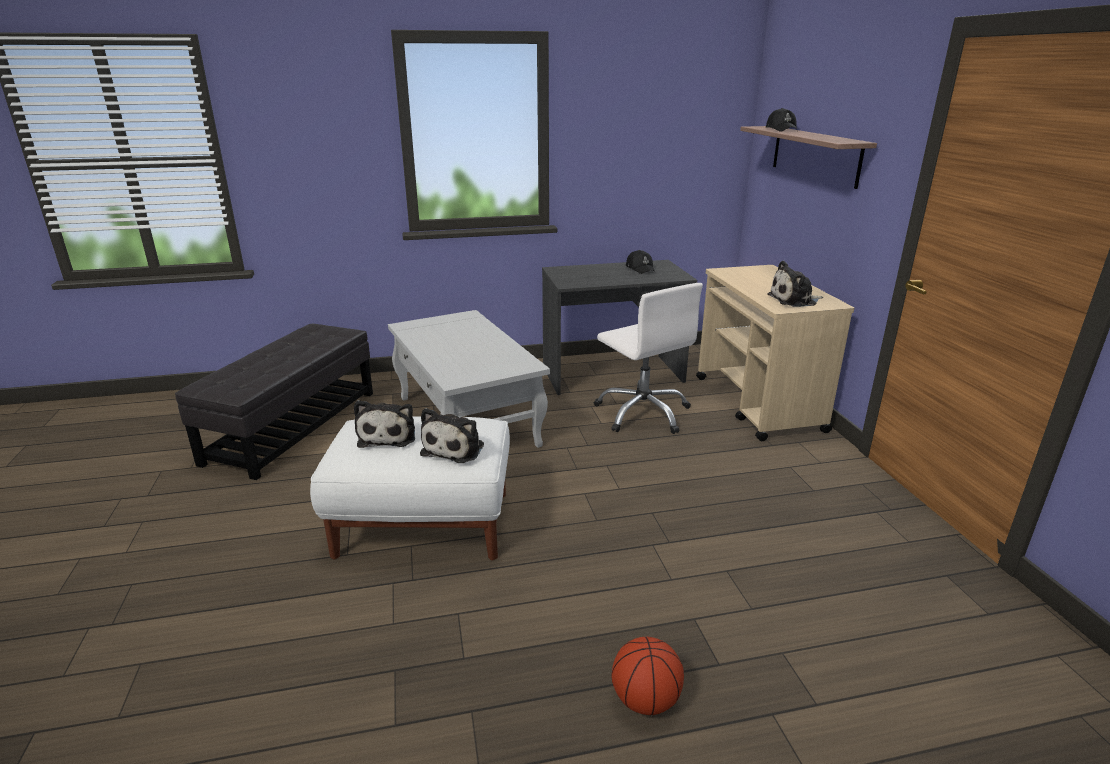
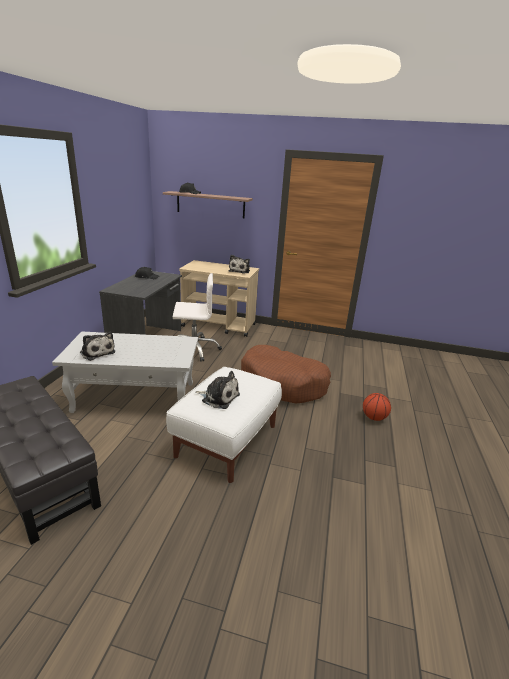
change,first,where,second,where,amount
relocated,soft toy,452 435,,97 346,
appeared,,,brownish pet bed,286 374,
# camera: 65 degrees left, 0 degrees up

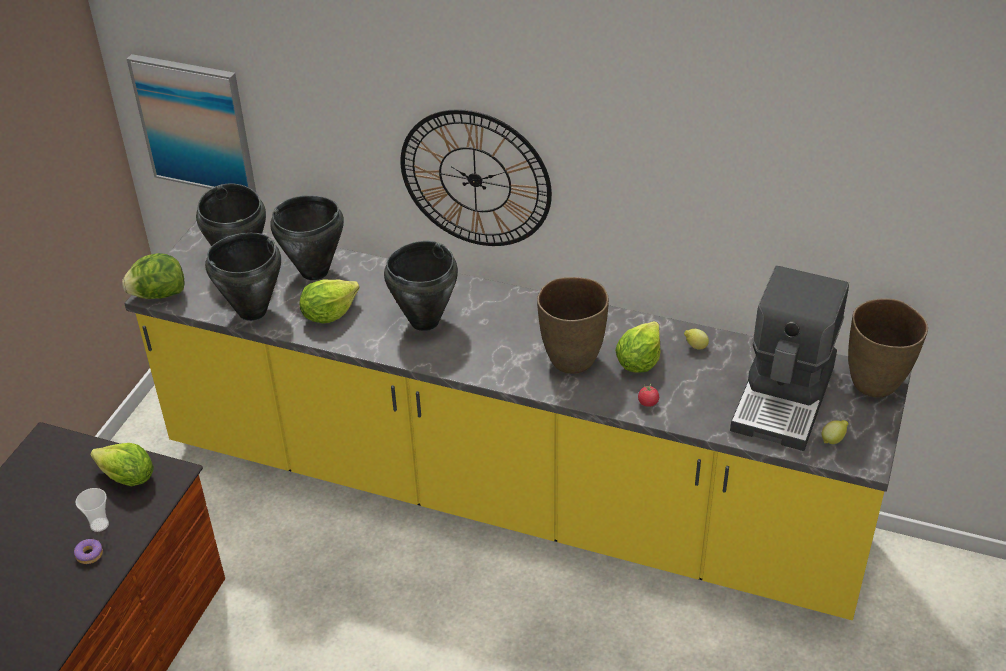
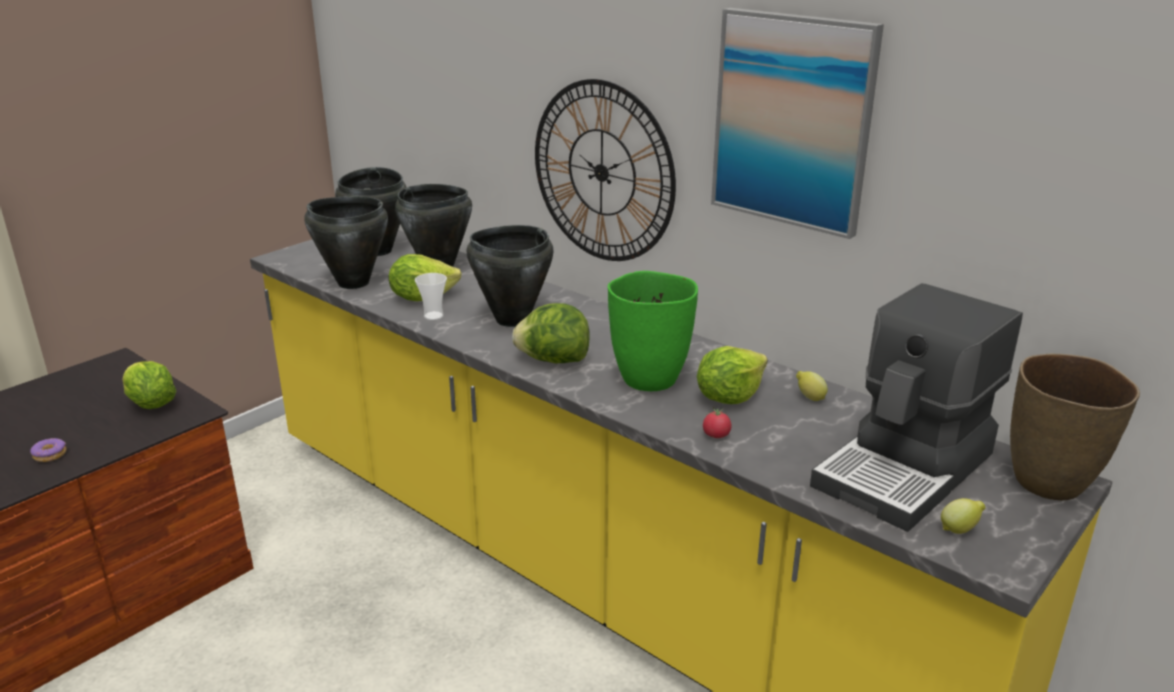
change,first,where,second,where,amount
relocated,cup,92 510,,431 296,
relocated,head of lettuce,153 276,,551 333,
colour,brownish decorative vase,573 325,green decorative vase,653 331,
relocated,picture,191 123,,797 123,
# camera: 20 degrees right, 15 degrees down

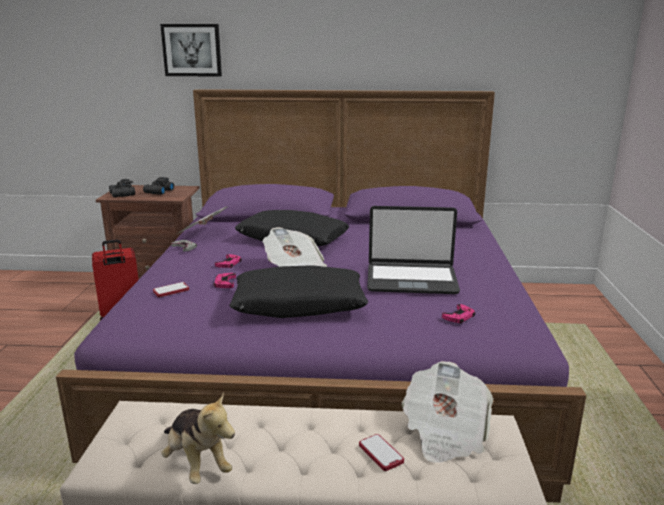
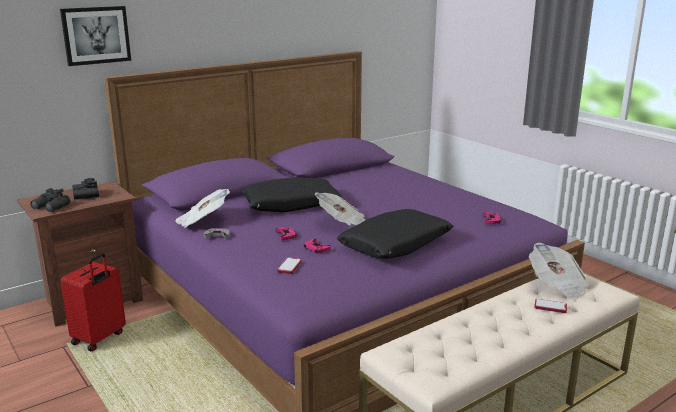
change,first,where,second,where,amount
missing,soft toy,198 438,,,
missing,laptop,413 250,,,
# camera: 40 degrees left, 0 degrees up

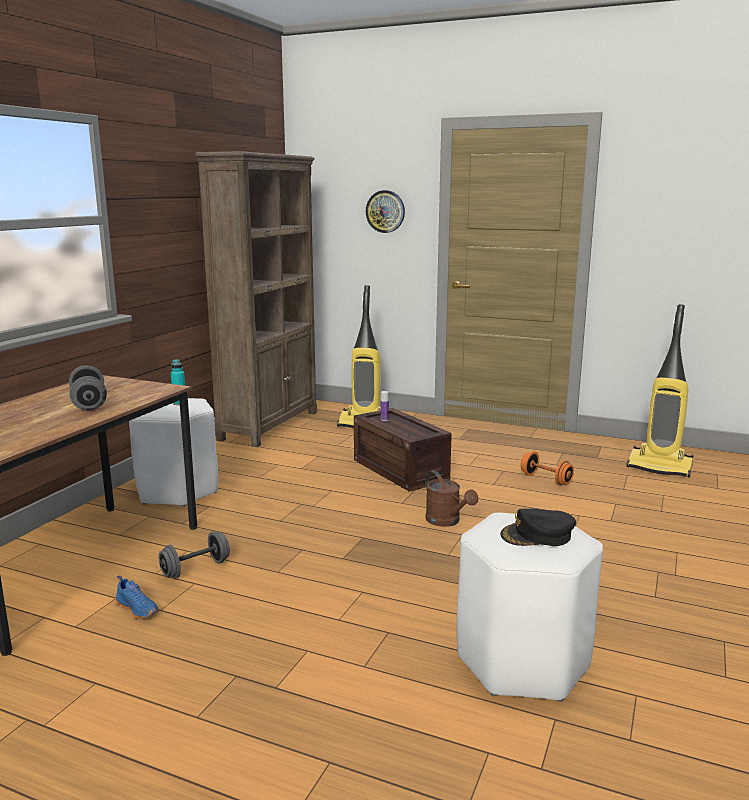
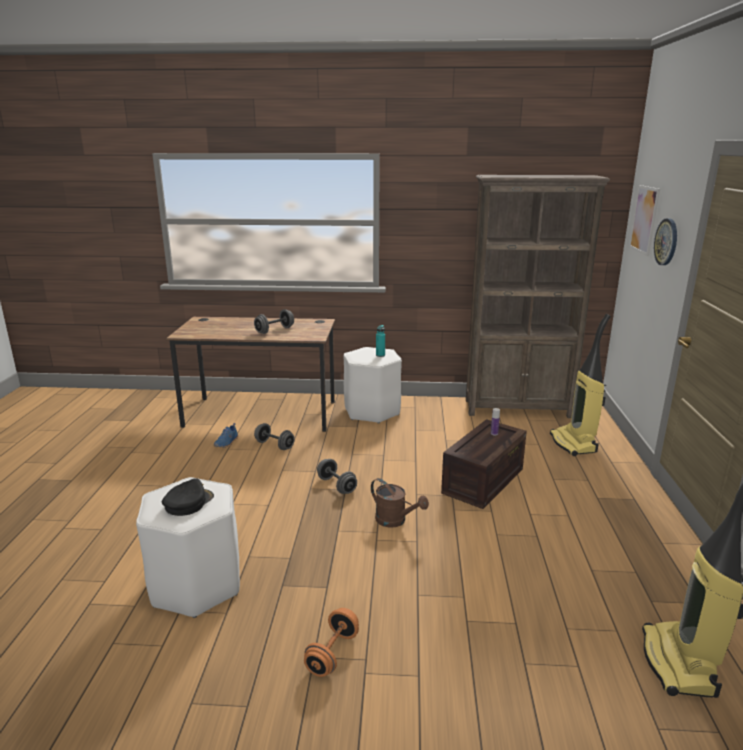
change,first,where,second,where,amount
spun,black peaked cap,538 527,,188 497,60 degrees clockwise
relocated,orange hand weight,547 468,,331 642,
appeared,,,gray hand weight,337 476,
spun,brownish sprinkling can,451 498,,400 503,90 degrees counterclockwise
appeared,,,picture,644 220,
# camera: 70 degrees right, 5 degrees up

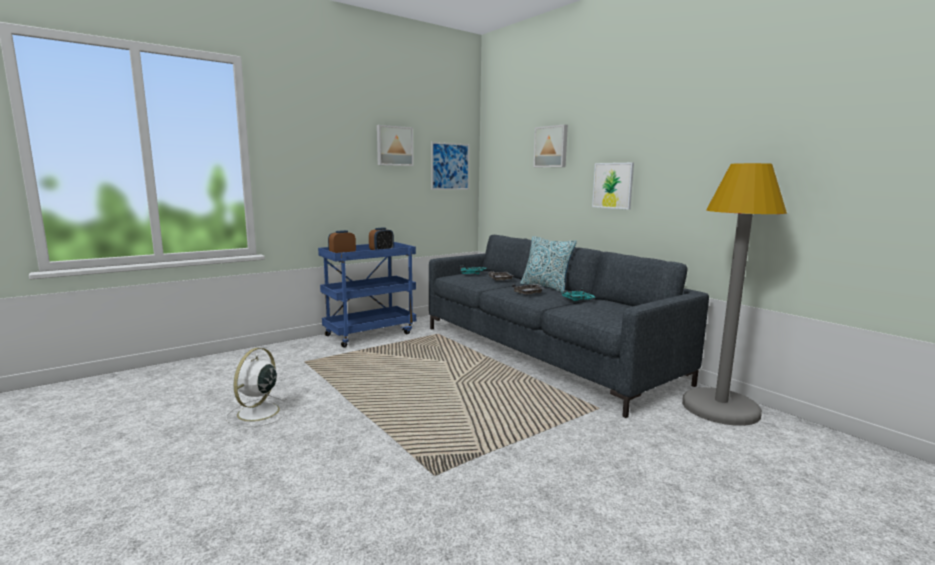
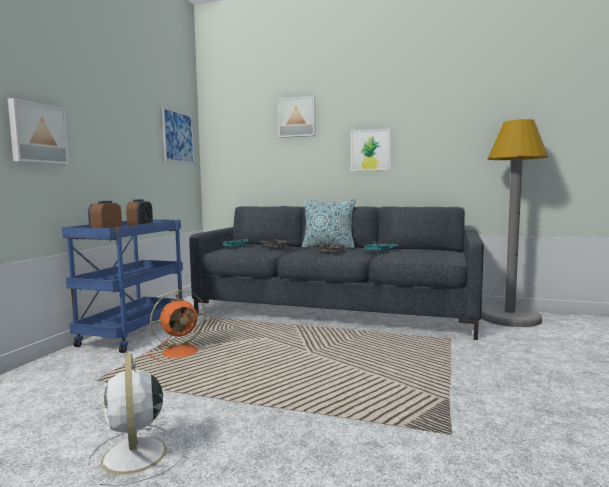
change,first,where,second,where,amount
relocated,picture,395 145,,38 131,
appeared,,,orange electric fan,177 326,
# camera: 35 degrees left, 5 degrees down

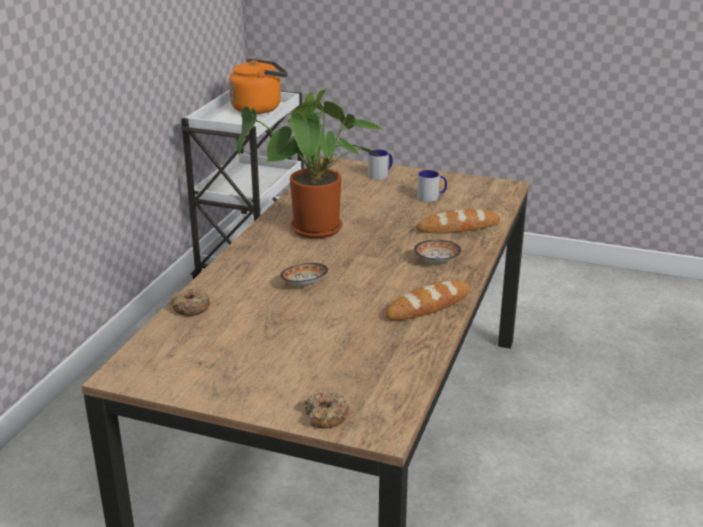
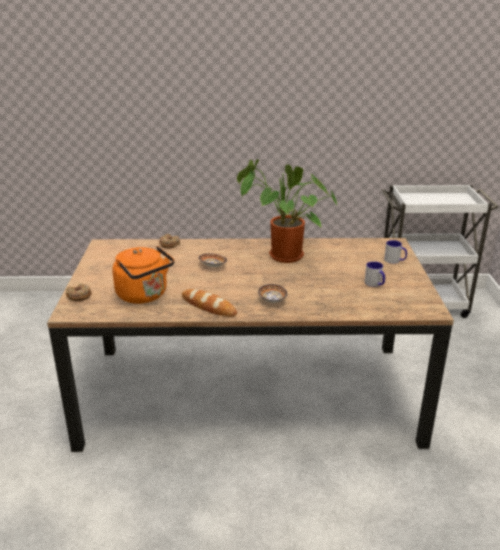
change,first,where,second,where,amount
relocated,orange tea kettle,258 86,,143 275,
missing,bakery bread,458 221,,,
# camera: 70 degrees right, 0 degrees up

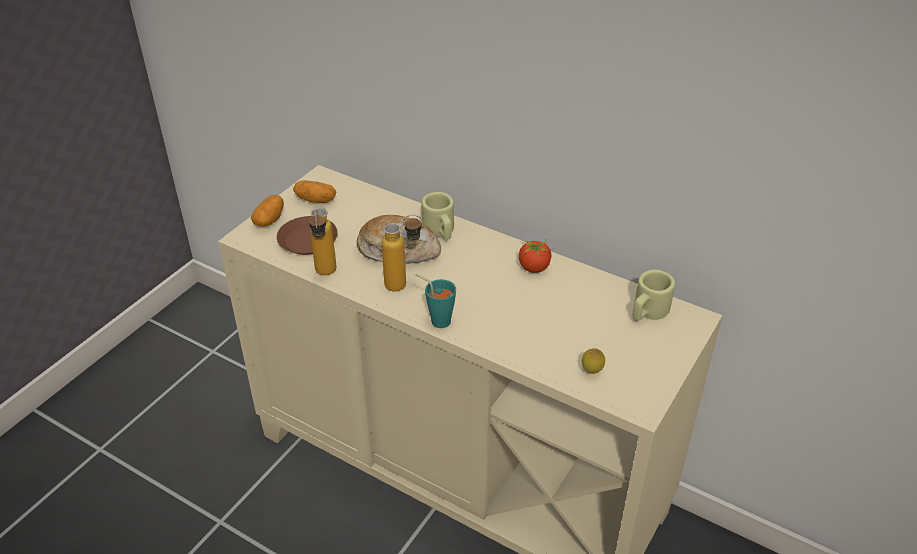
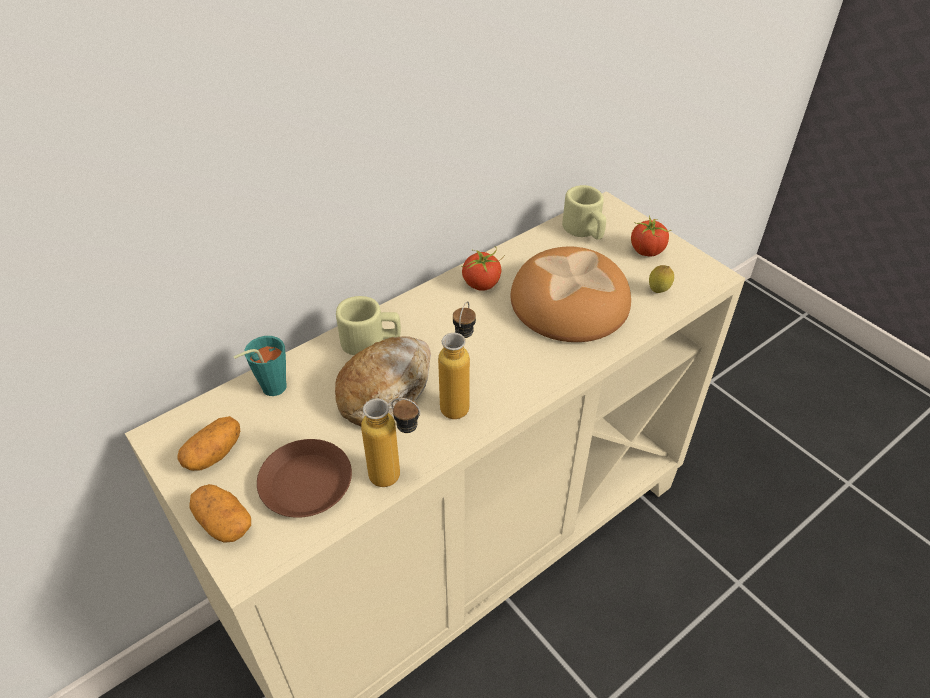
change,first,where,second,where,amount
relocated,turquoise cup,435 301,,260 366,
appeared,,,bakery bread,571 294,
appeared,,,whole tomato,651 236,
# camera: 70 degrees left, 5 degrees up

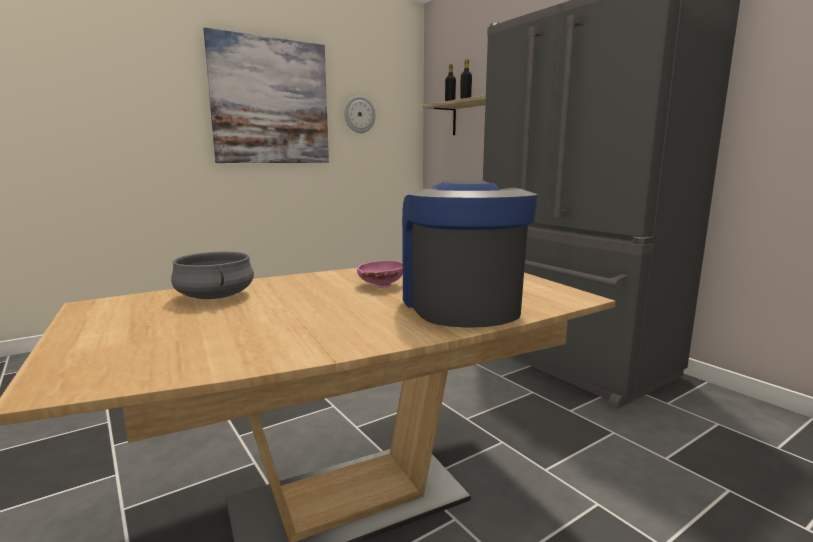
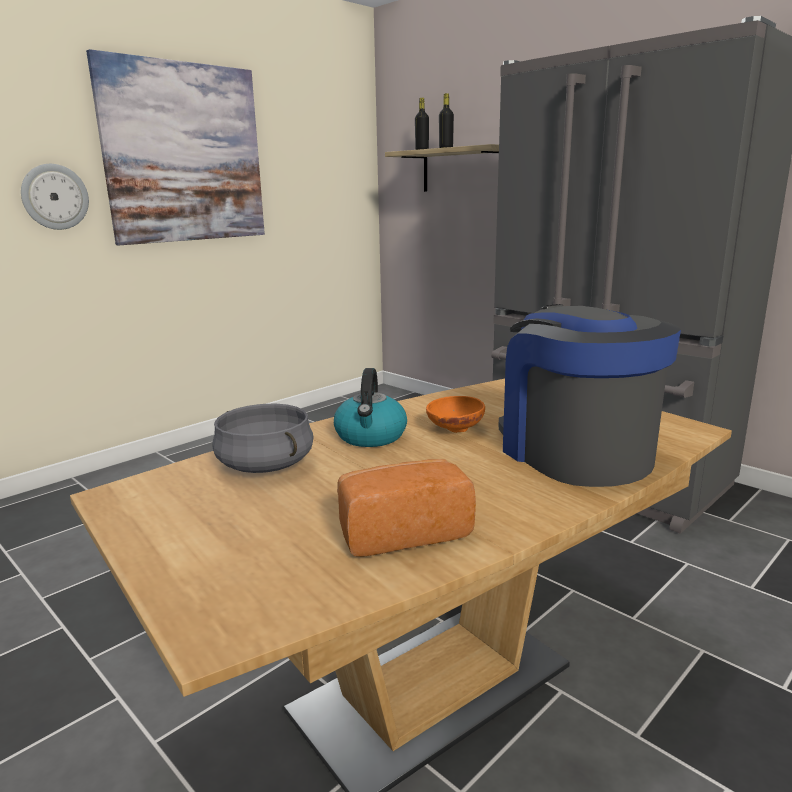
change,first,where,second,where,amount
relocated,hanging clock,360 114,,55 197,
appeared,,,tea kettle,370 407,
appeared,,,bakery bread,406 508,
colour,pink serving bowl,380 274,orange serving bowl,455 414,
# camera: 10 degrees left, 5 degrees up

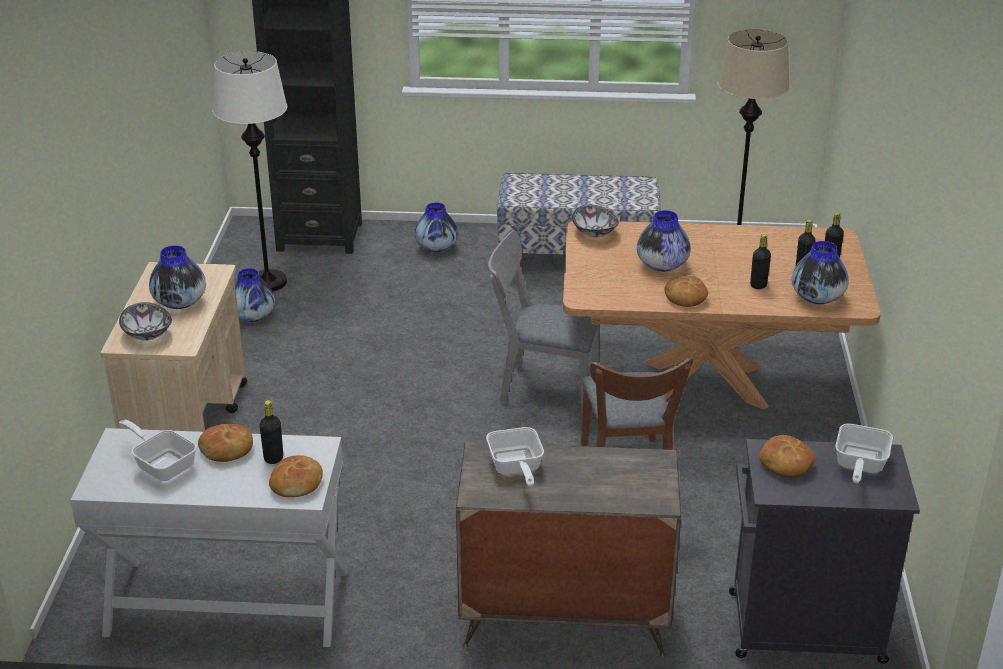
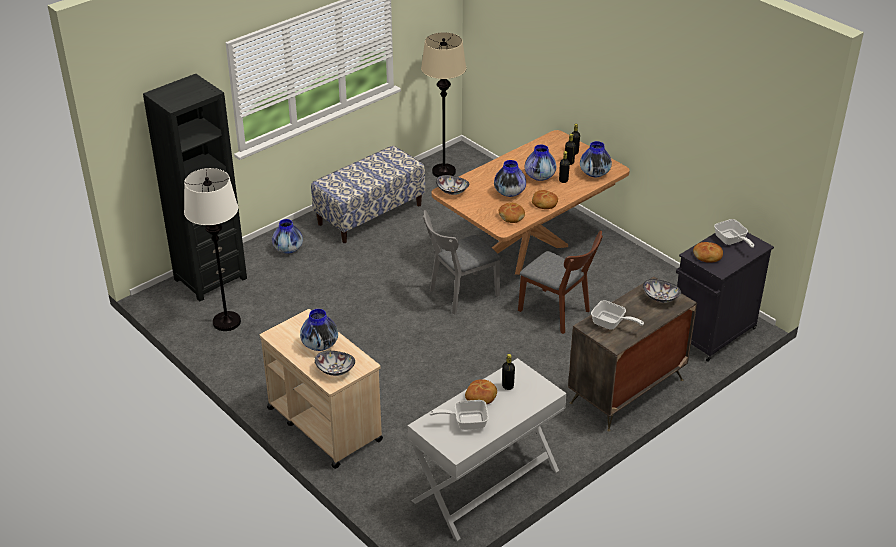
change,first,where,second,where,amount
relocated,bakery bread,296 476,,512 213,
relocated,decorative vase,255 295,,540 163,
appeared,,,serving bowl,662 291,
# camera: 45 degrees left, 5 degrees up

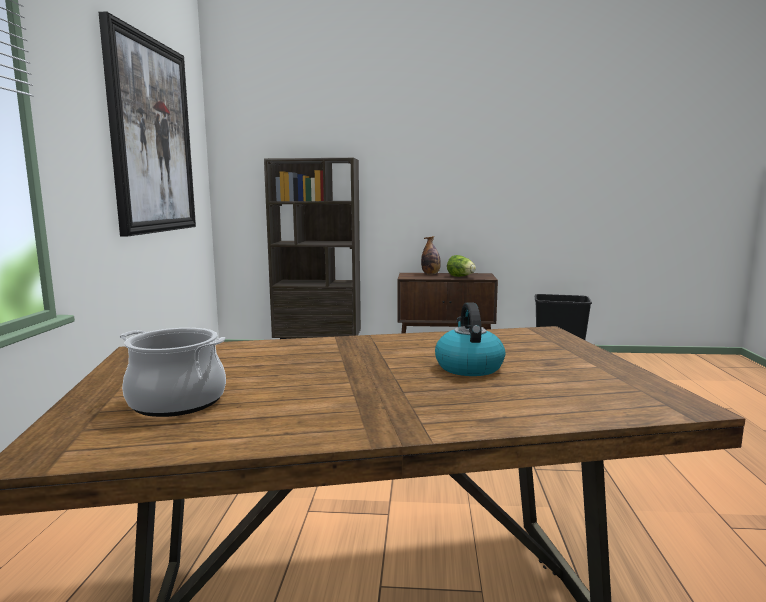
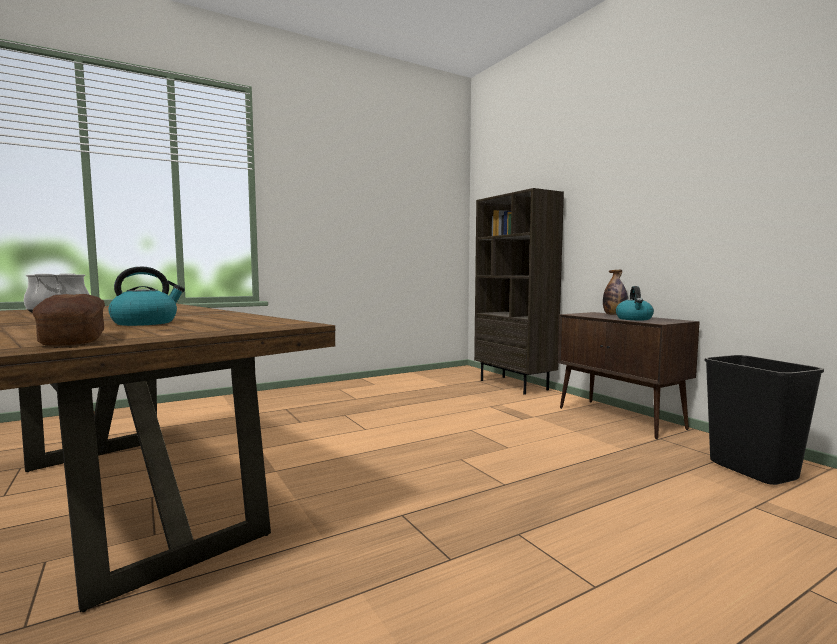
change,first,where,second,where,amount
appeared,,,bakery bread,68 319,
exchanged,head of lettuce,461 266,tea kettle,635 303,
missing,picture,147 124,,,
# camera: 55 degrees right, 5 degrees down

